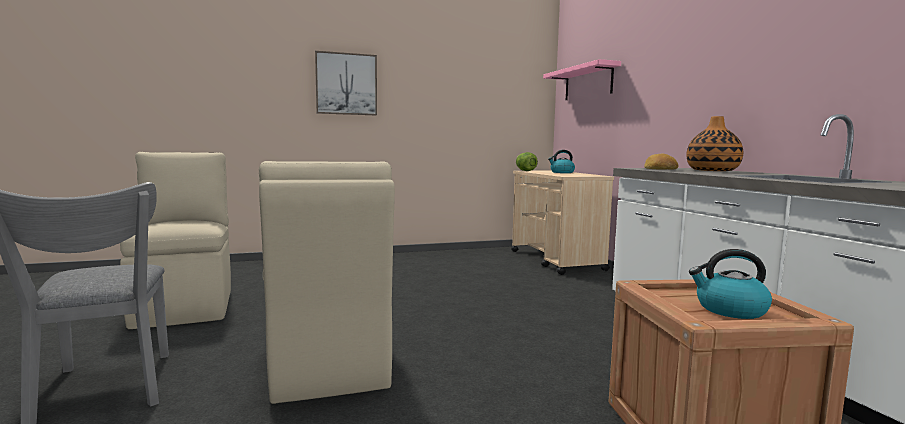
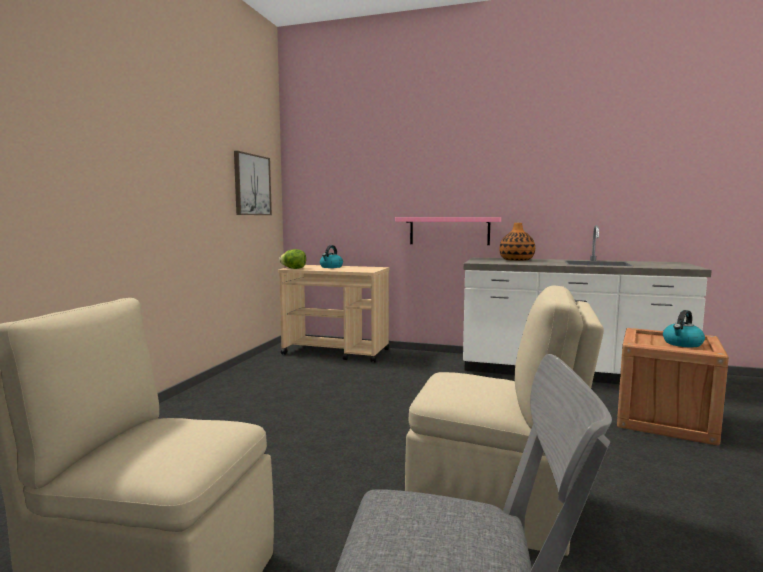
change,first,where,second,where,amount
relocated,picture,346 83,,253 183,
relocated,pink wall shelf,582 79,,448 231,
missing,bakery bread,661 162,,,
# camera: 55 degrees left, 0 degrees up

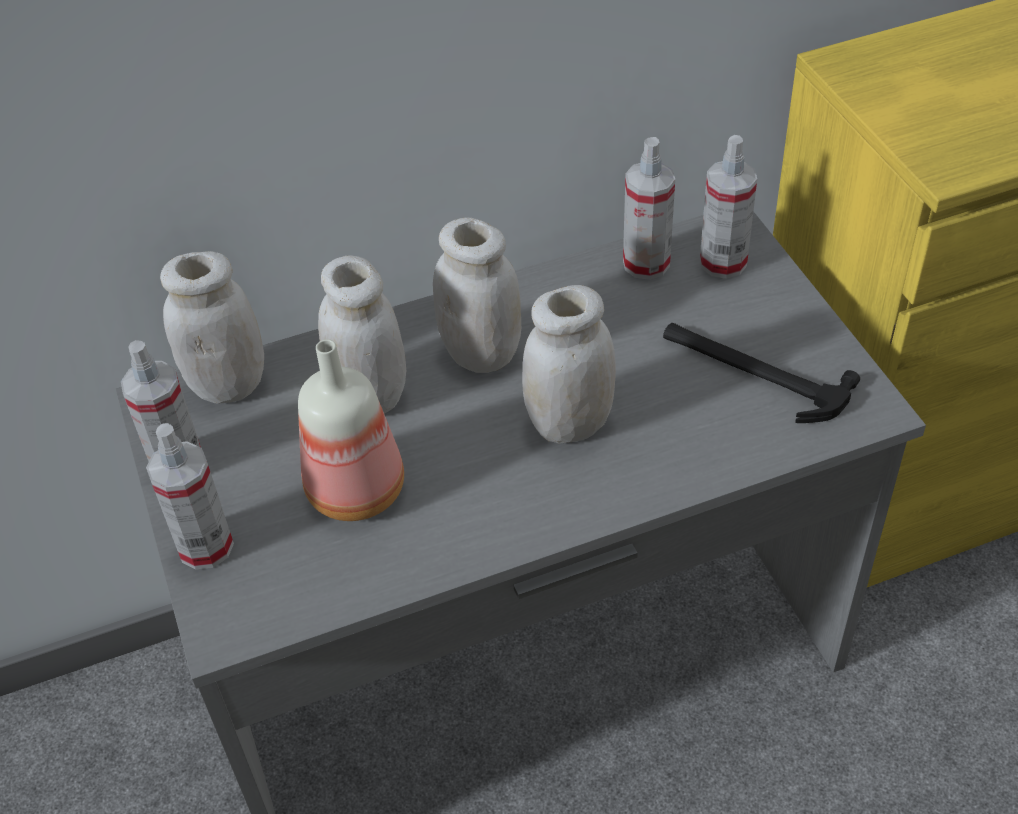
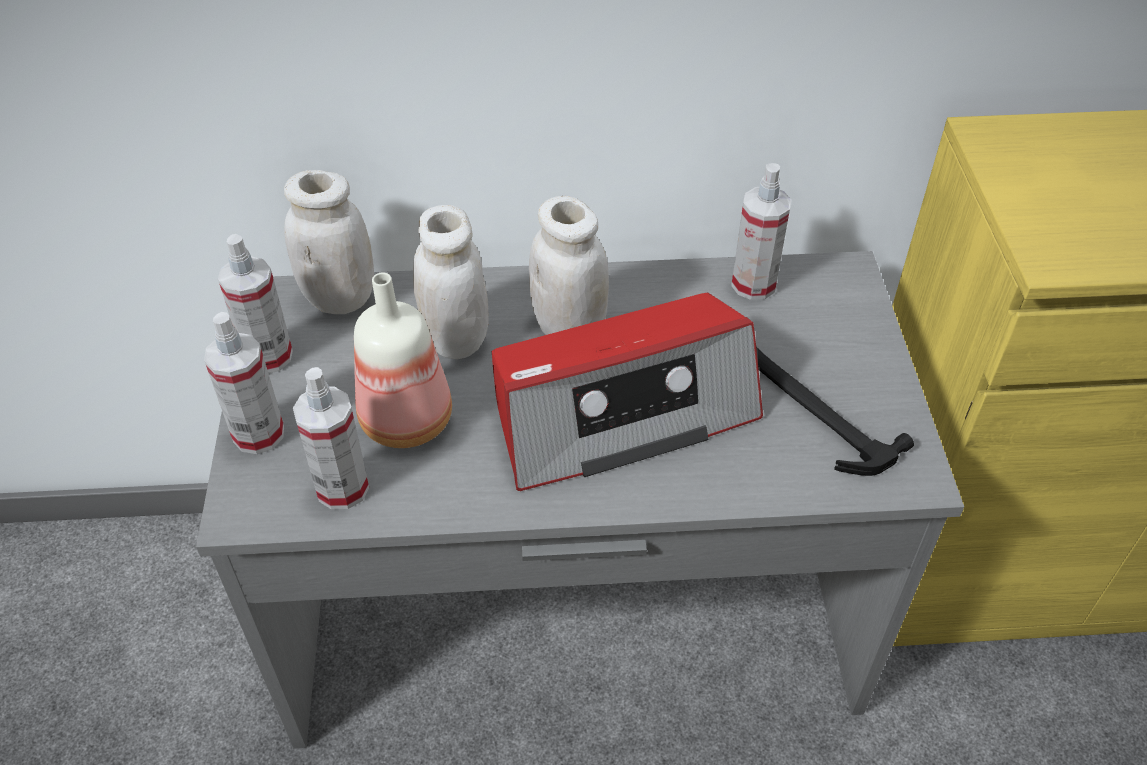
change,first,where,second,where,amount
relocated,spray bottle,728 207,,331 438,
exchanged,white storage jar,569 364,radio,627 392,
# camera: 15 degrees right, 0 degrees up

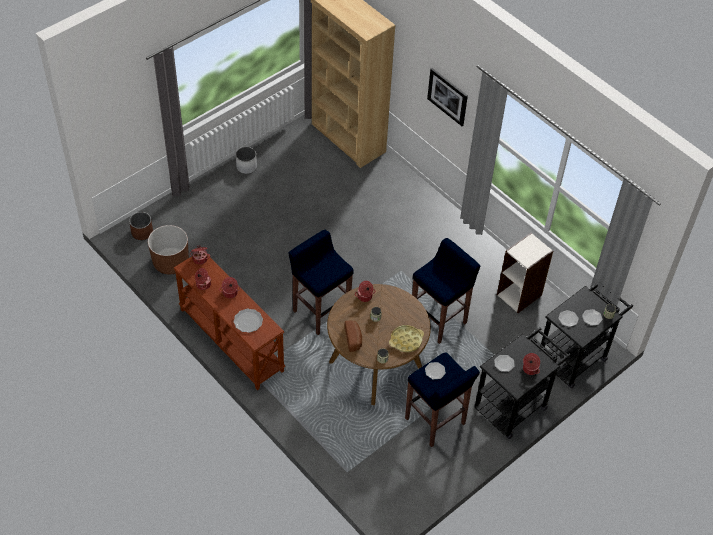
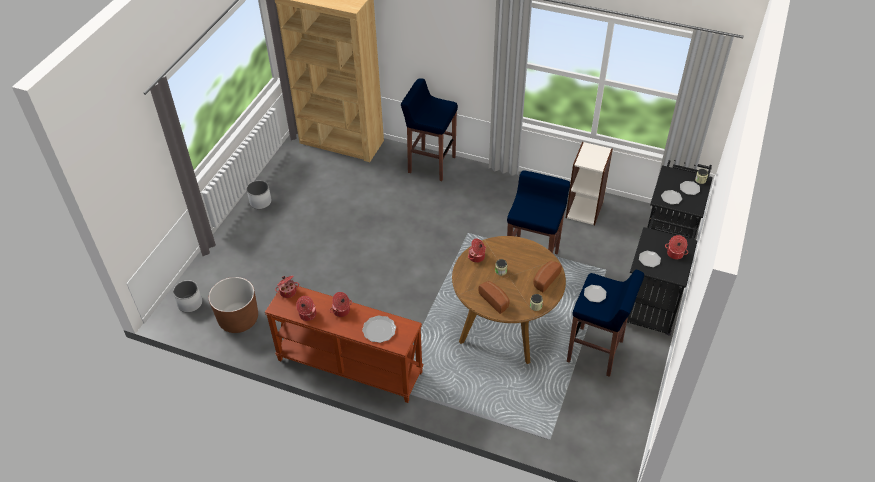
change,first,where,second,where,amount
colour,brownish plant pot,141 226,white plant pot,187 296,
relocated,blue-coloured stool seat,321 282,,429 129,
exchanged,yellow-coloured carrying tray,406 338,bakery bread,547 276,
missing,picture,447 97,,,
# camera: 25 degrees left, 5 degrees down

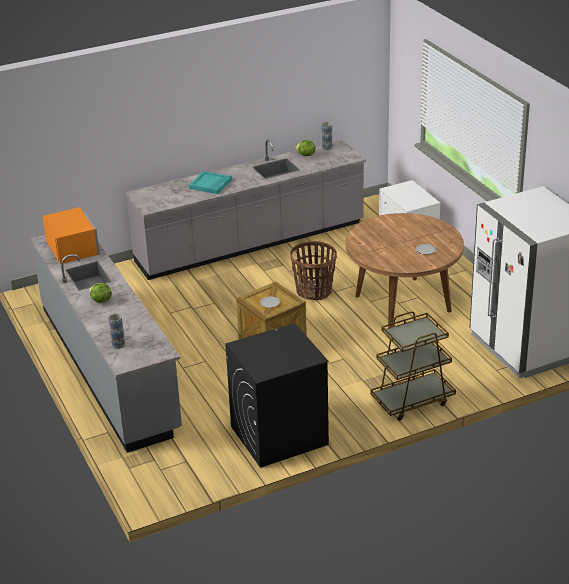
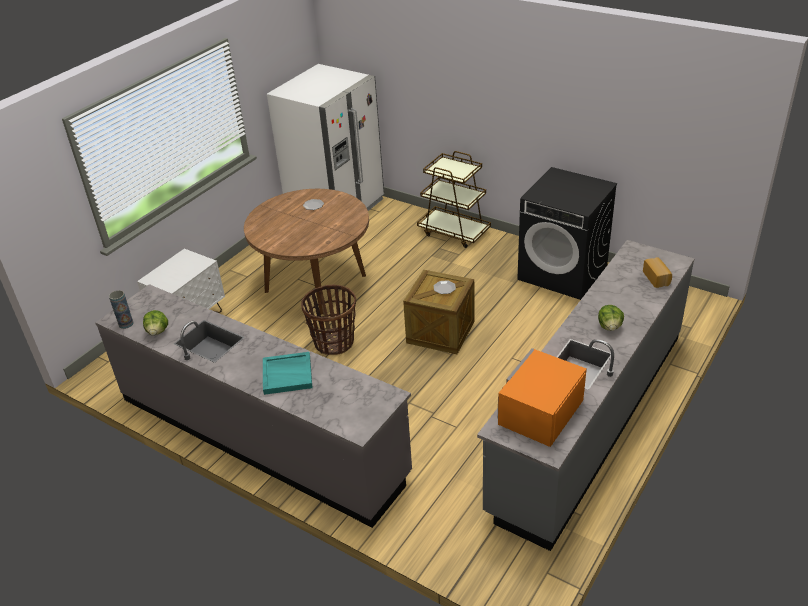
change,first,where,second,where,amount
exchanged,decorative vase,116 331,bakery bread,657 272,
# camera: 120 degrees left, 5 degrees up

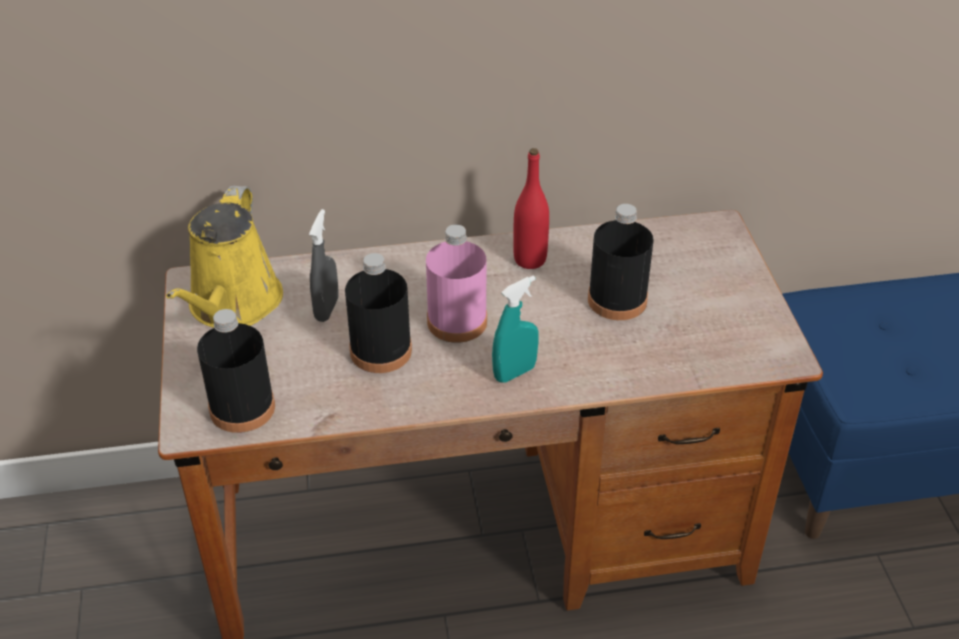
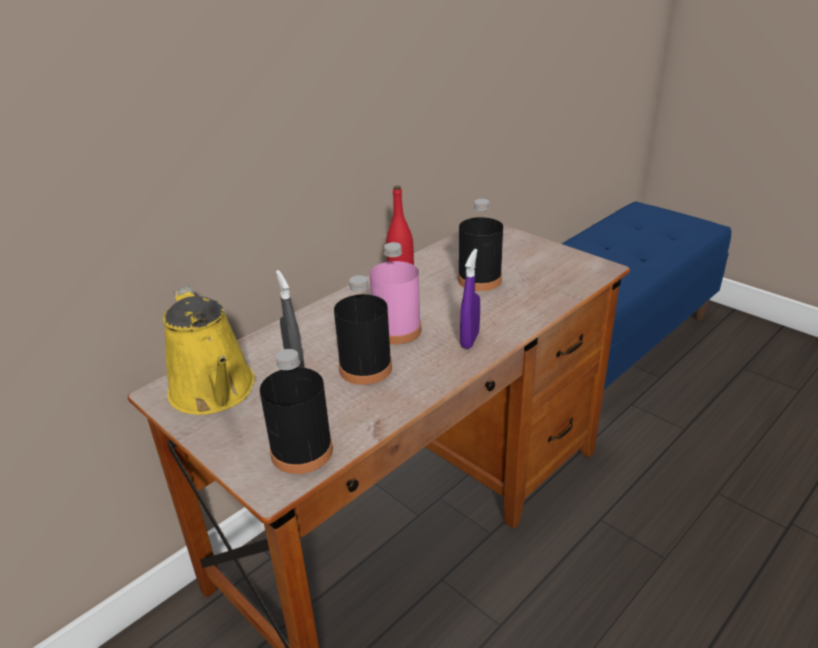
change,first,where,second,where,amount
colour,turquoise spray bottle,515 329,purplish spray bottle,470 299,
# camera: 35 degrees left, 10 degrees down

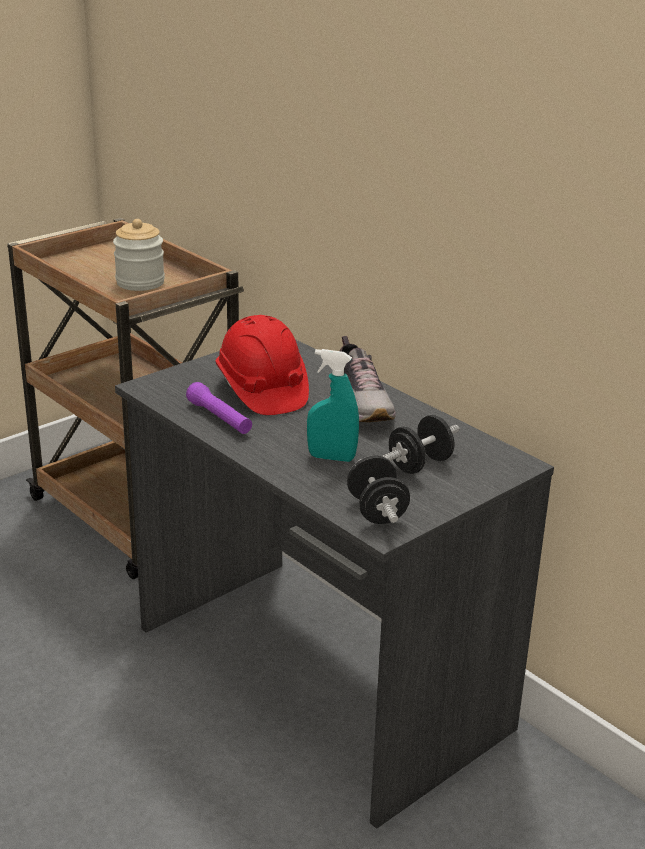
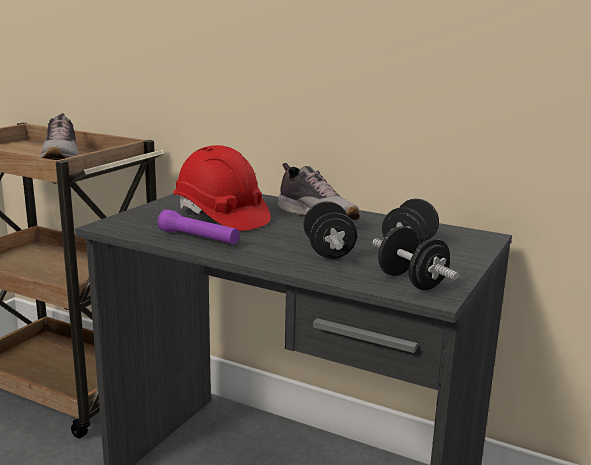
change,first,where,second,where,amount
exchanged,storage jar,139 255,shoe,59 136,
exchanged,turquoise spray bottle,333 405,black hand weight,330 230,
# camera: 20 degrees left, 10 degrees down

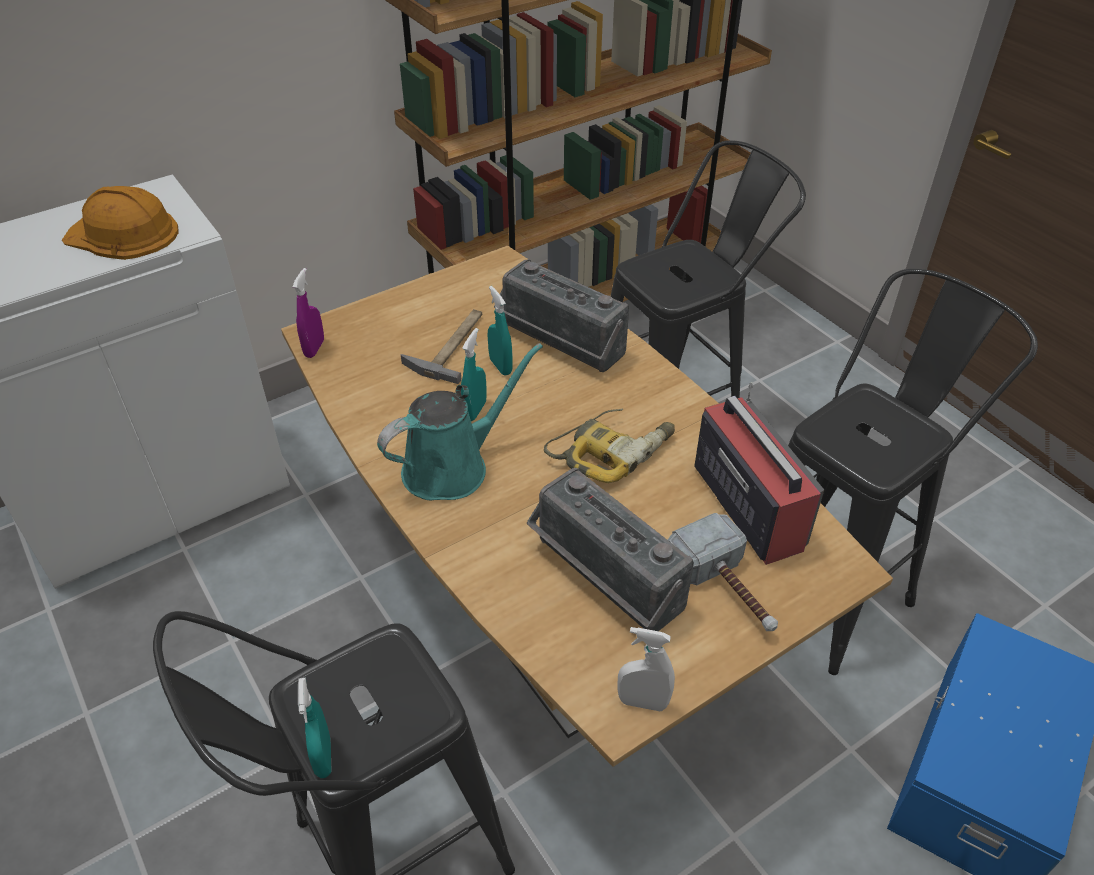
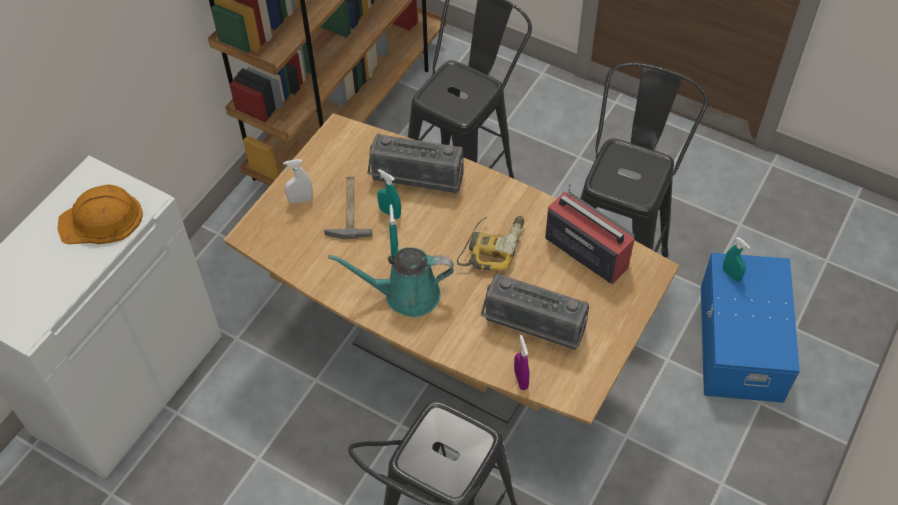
change,first,where,second,where,amount
relocated,white spray bottle,646 669,,298 181,
spun,turquoise sprinkling can,460 421,,391 282,120 degrees counterclockwise
relocated,purplish spray bottle,308 313,,522 362,
relocated,turquoise spray bottle,314 728,,737 259,
missing,hammer,723 572,,,
# camera: 25 degrees left, 10 degrees up

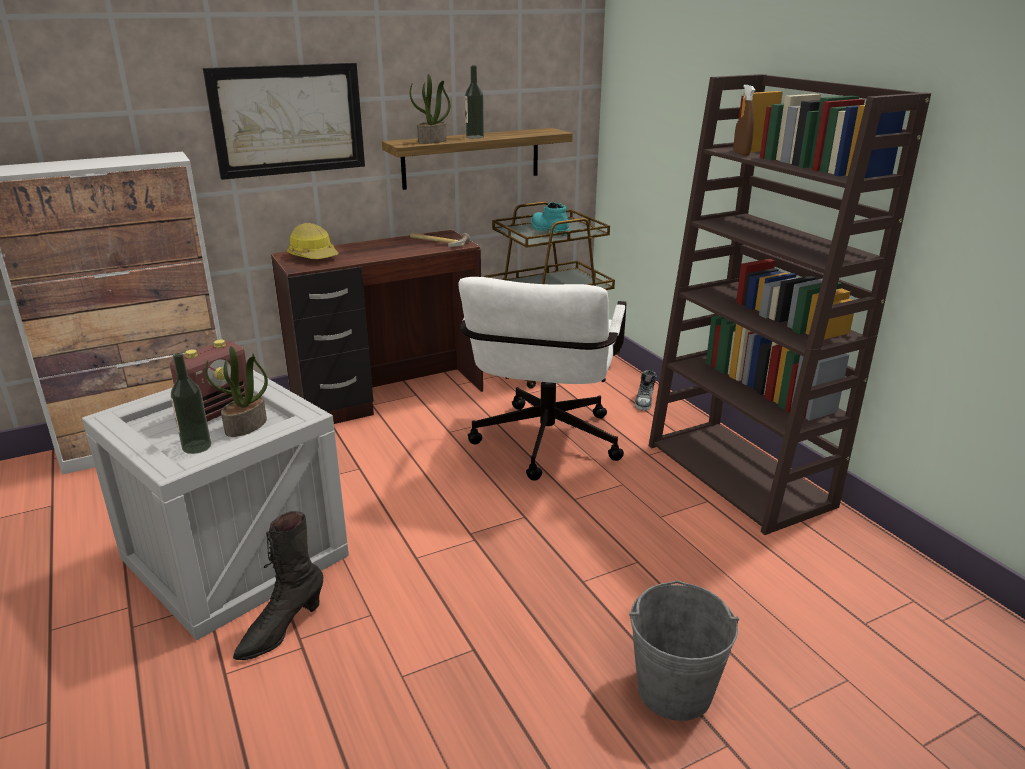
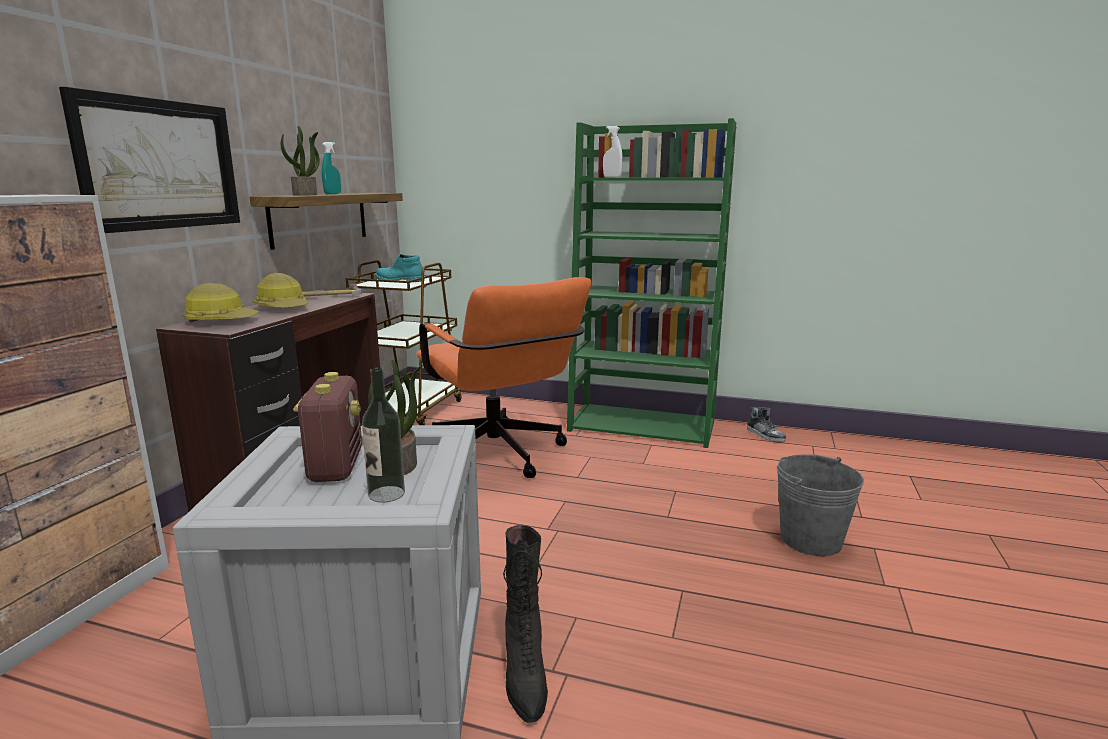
change,first,where,second,where,amount
appeared,,,safety helmet,280 290,
exchanged,drink bottle,474 102,turquoise spray bottle,331 168,
colour,white desk chair,542 379,orange desk chair,503 377,
colour,brownish bookshelf,790 304,green bookshelf,651 283,
colour,brownish spray bottle,744 120,white spray bottle,613 151,
relocated,shoe,646 390,,766 424,
# camera: 45 degrees left, 10 degrees down

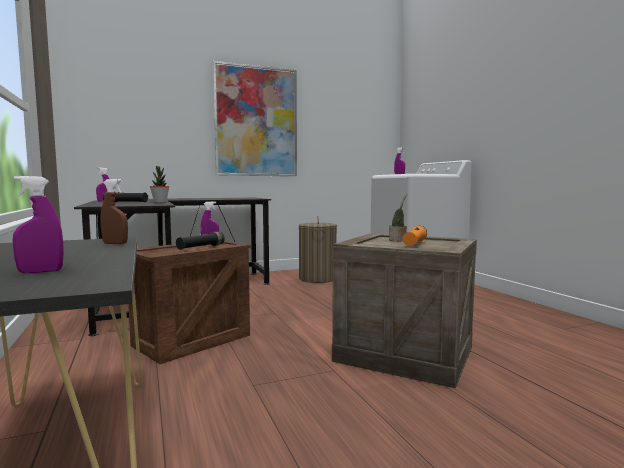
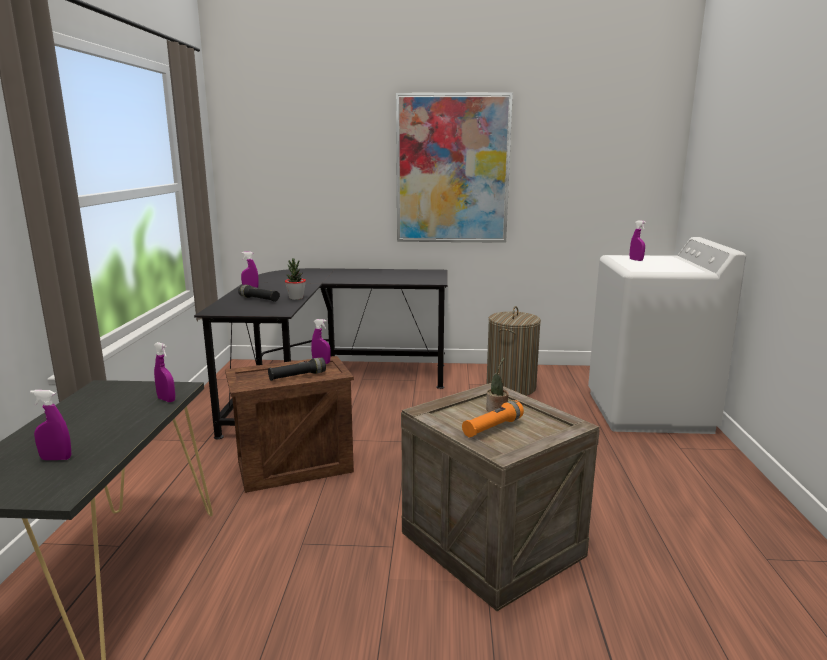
change,first,where,second,where,amount
colour,brownish spray bottle,114 211,purplish spray bottle,164 372,
# camera: 25 degrees right, 10 degrees up

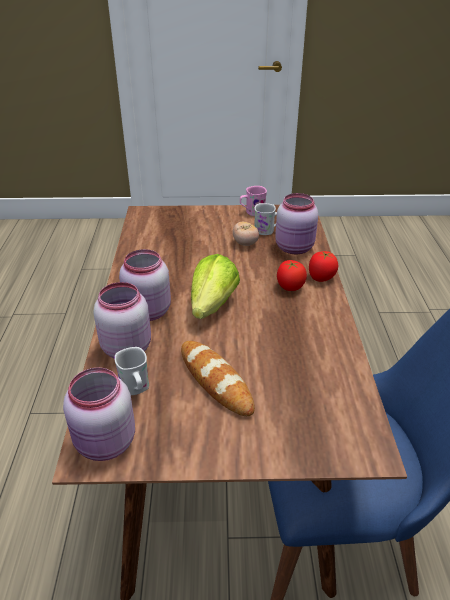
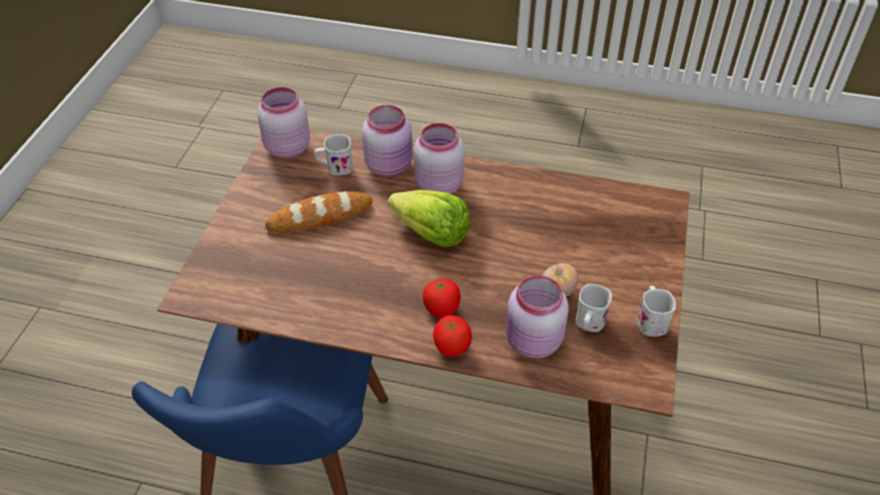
change,first,where,second,where,amount
colour,pink tea mug,253 201,white tea mug,657 311,
# camera: 105 degrees right, 10 degrees up

